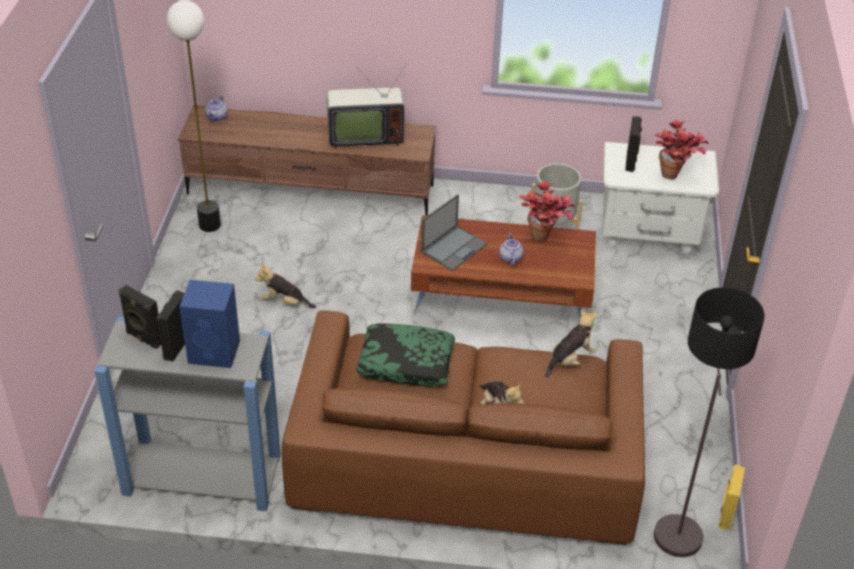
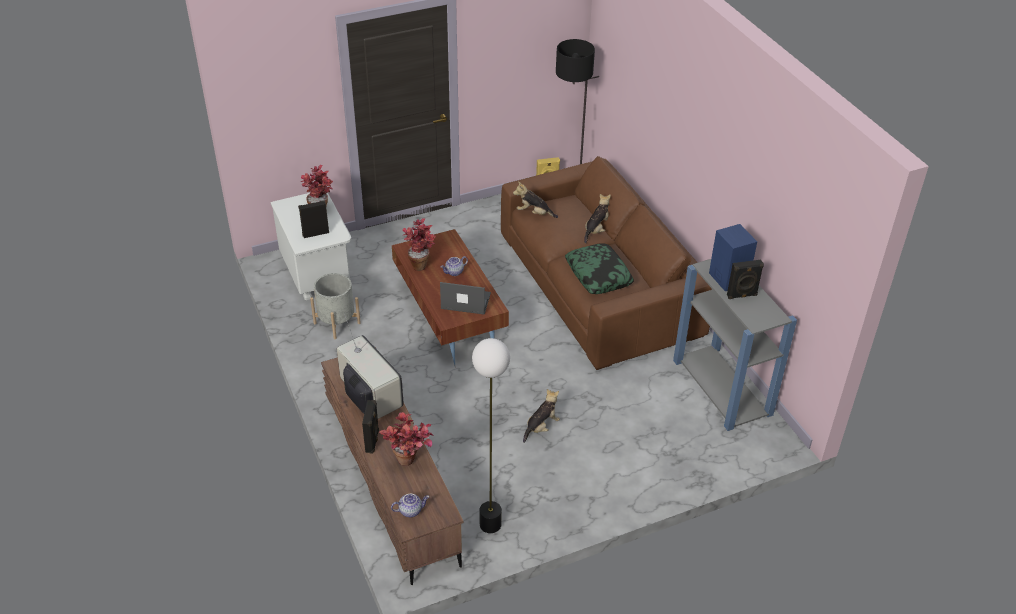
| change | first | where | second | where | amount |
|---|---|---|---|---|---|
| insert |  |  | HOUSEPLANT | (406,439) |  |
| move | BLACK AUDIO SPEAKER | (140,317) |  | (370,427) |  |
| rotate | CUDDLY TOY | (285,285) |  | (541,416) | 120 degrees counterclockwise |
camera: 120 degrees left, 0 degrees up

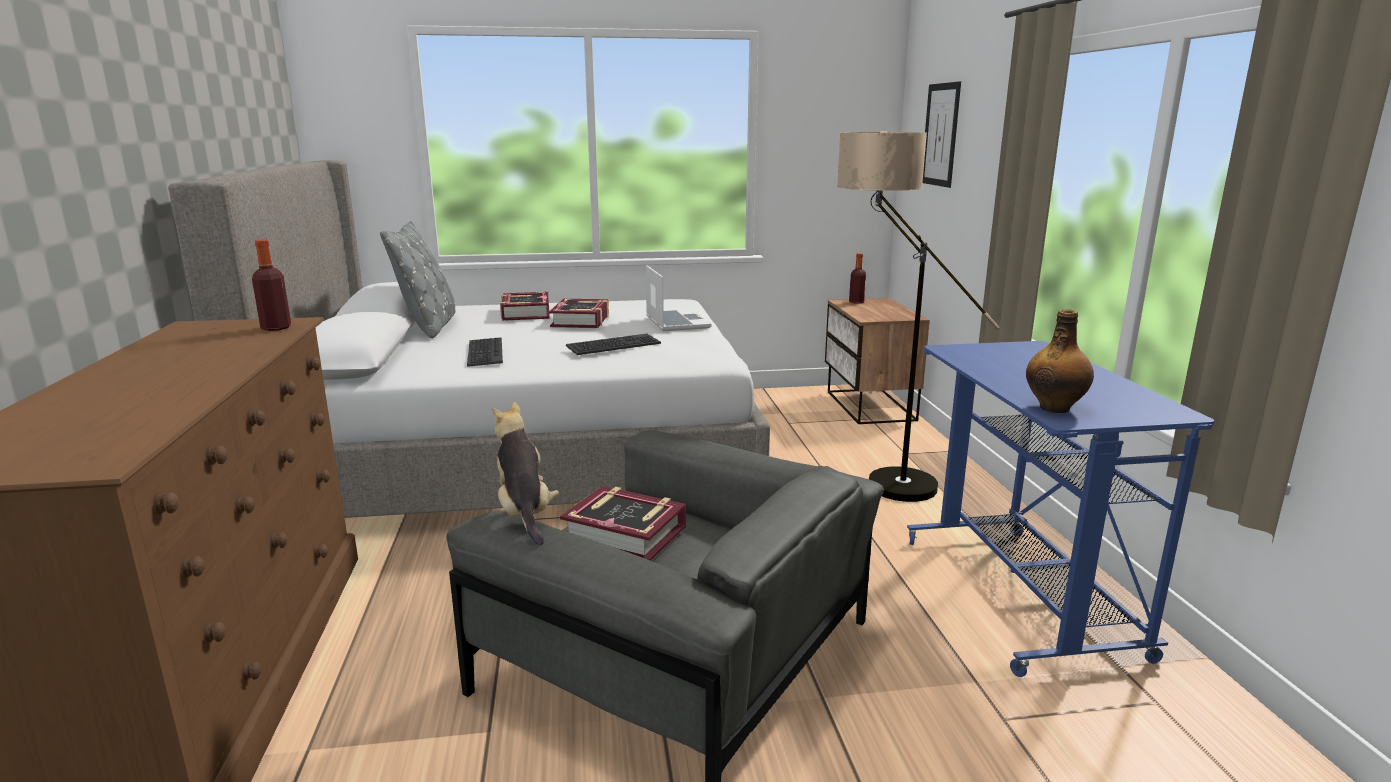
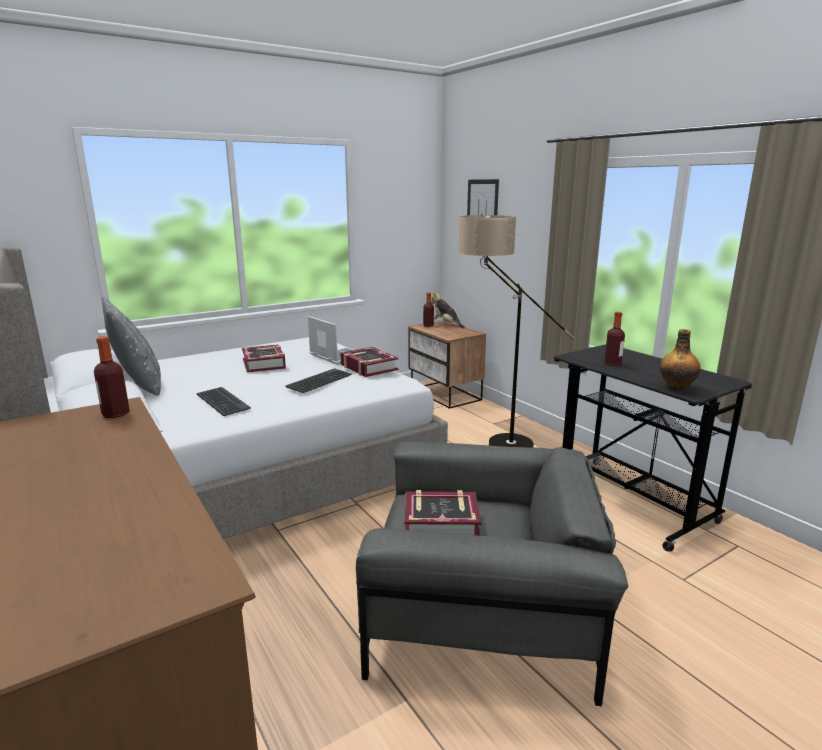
| change | first | where | second | where | amount |
|---|---|---|---|---|---|
| insert |  |  | DRINK BOTTLE | (614,339) |  |
| move | CUDDLY TOY | (525,473) |  | (448,310) |  |
| move | BOOK | (525,306) |  | (369,362) |  |
| recolor | BLUE-COLOURED DESK UNIT | (1060,509) | BLACK DESK UNIT | (653,448) |  |
camera: 25 degrees left, 0 degrees up

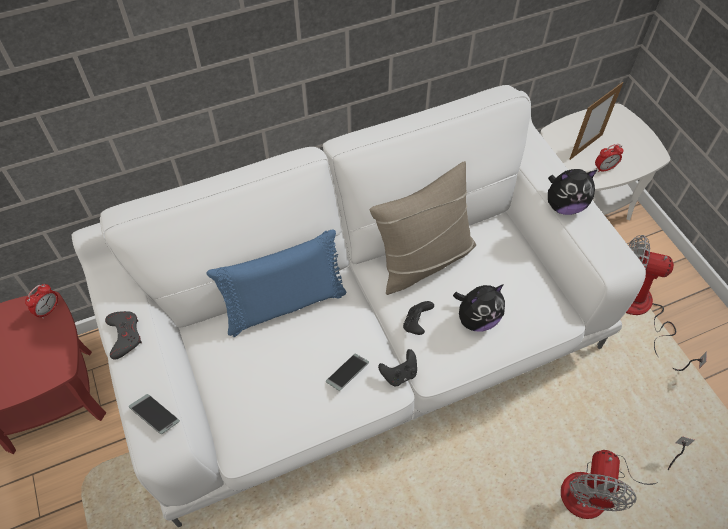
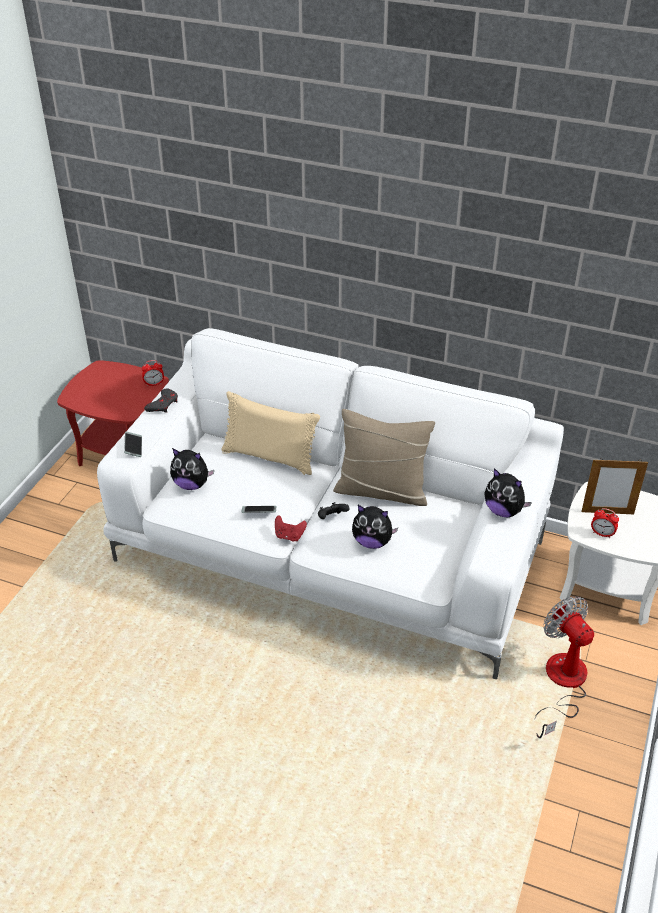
| change | first | where | second | where | amount |
|---|---|---|---|---|---|
| delete | ELECTRIC FAN | (628,477) |  |  |  |
| insert |  |  | CUDDLY TOY | (192,469) |  |
| recolor | BLUE-COLOURED PILLOW | (276,283) | SAND-COLOURED PILLOW | (270,433) |  |
| recolor | BLACK JOYPAD | (397,367) | REDDISH JOYPAD | (291,528) |  |
camera: 45 degrees right, 15 degrees down

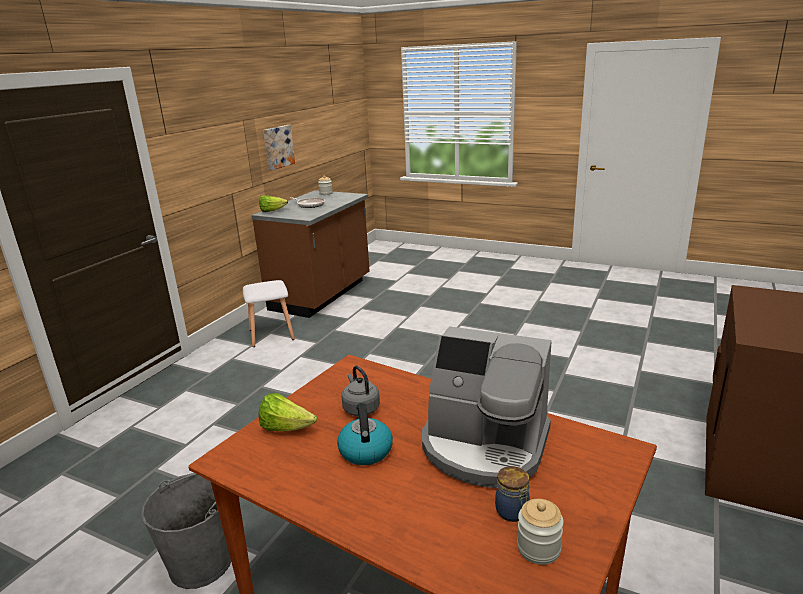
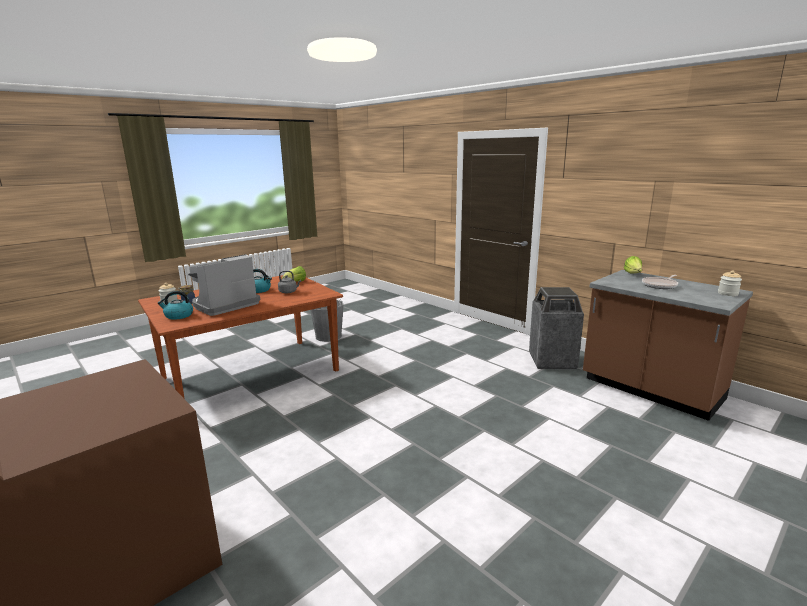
| change | first | where | second | where | amount |
|---|---|---|---|---|---|
| delete | WALL ART | (279,147) |  |  |  |
| insert |  |  | TEA KETTLE | (175,305) |  |
| replace | WHITE-COLOURED STOOL | (269,313) | TRASH CAN | (556,328) |  |
camera: 110 degrees right, 5 degrees down

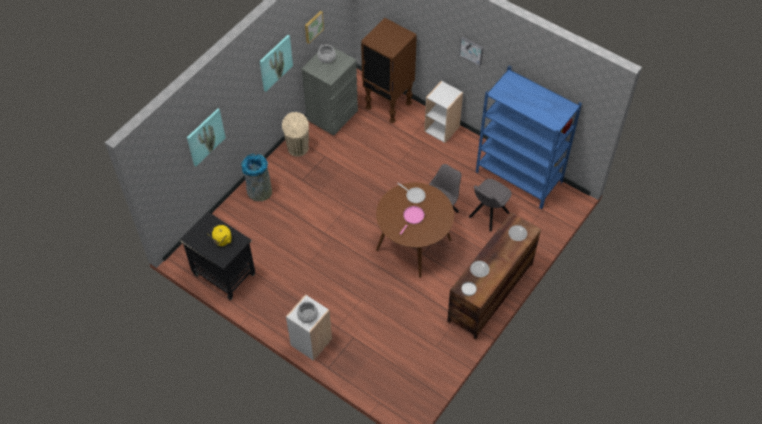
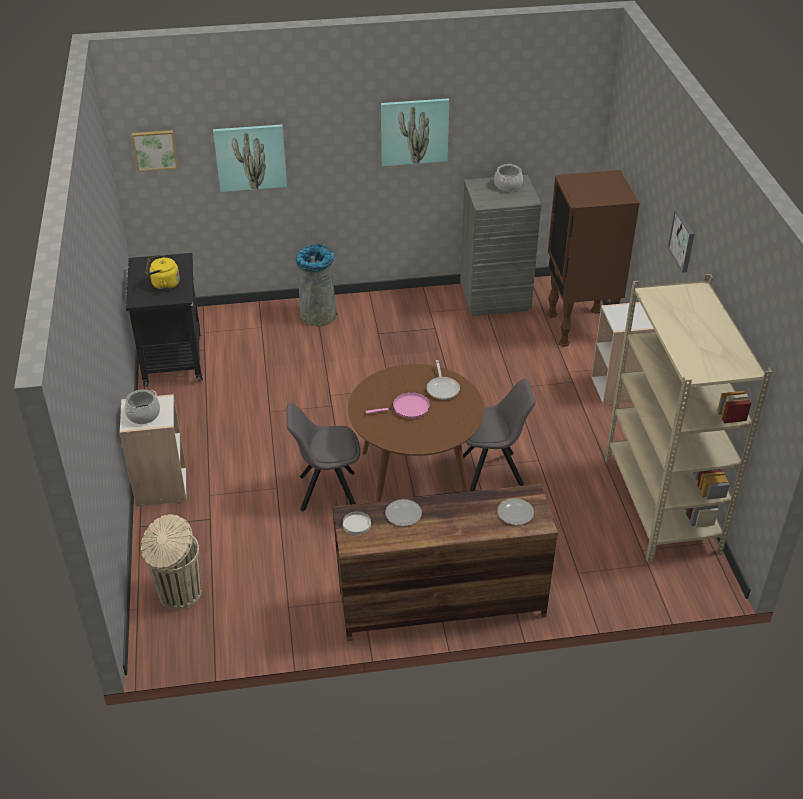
| change | first | where | second | where | amount |
|---|---|---|---|---|---|
| move | SAND-COLOURED TRASH CAN | (295,134) |  | (171,562) |  |
| move | WALL ART | (314,27) |  | (155,150) |  |
| move | GREY CHAIR | (490,205) |  | (323,457) |  |
| recolor | BLUE-COLOURED SHELVING UNIT | (529,137) | SAND-COLOURED SHELVING UNIT | (688,418) |  |
camera: 45 degrees right, 15 degrees down

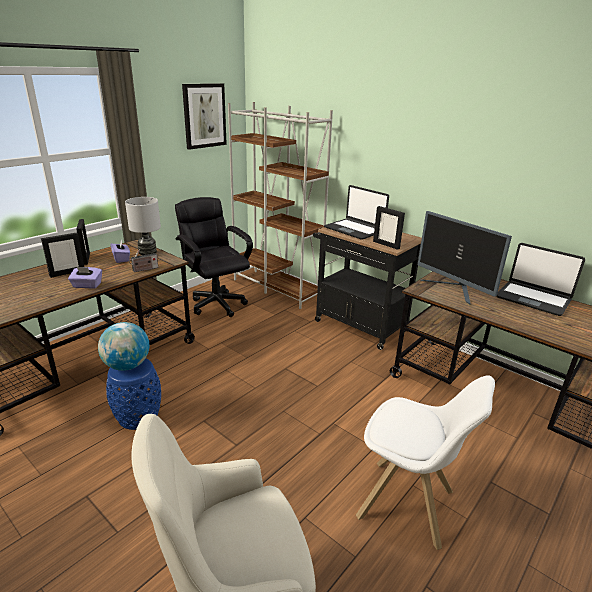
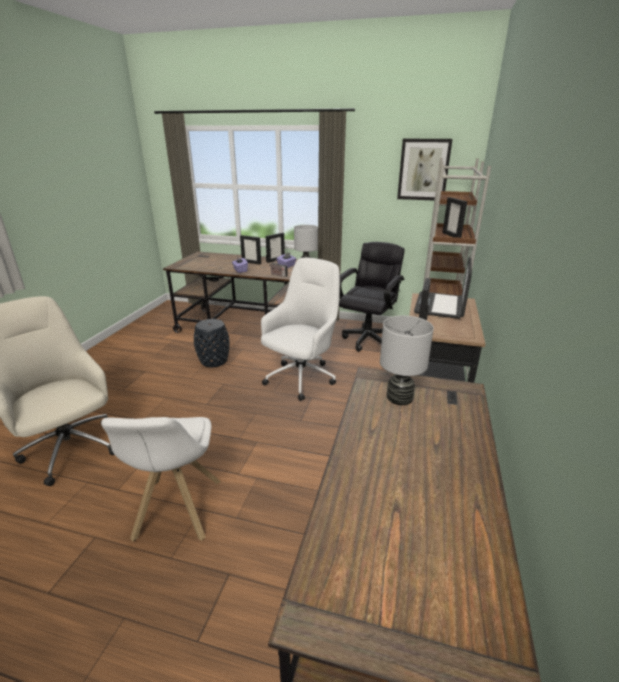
| change | first | where | second | where | amount |
|---|---|---|---|---|---|
| delete | GLOBE | (123,346) |  |  |  |
| delete | NOTEBOOK COMPUTER | (540,279) |  |  |  |
| insert |  |  | WHITE-COLOURED DESK CHAIR | (300,329) |  |
| insert |  |  | PHOTO FRAME | (455,217) |  |
| replace | MONITOR | (465,258) | GREY LAMP FOR A TABLE | (407,360) |  |
| recolor | BLUE-COLOURED STOOL | (133,394) | BLACK STOOL | (212,343) |  |
camera: 65 degrees right, 0 degrees up

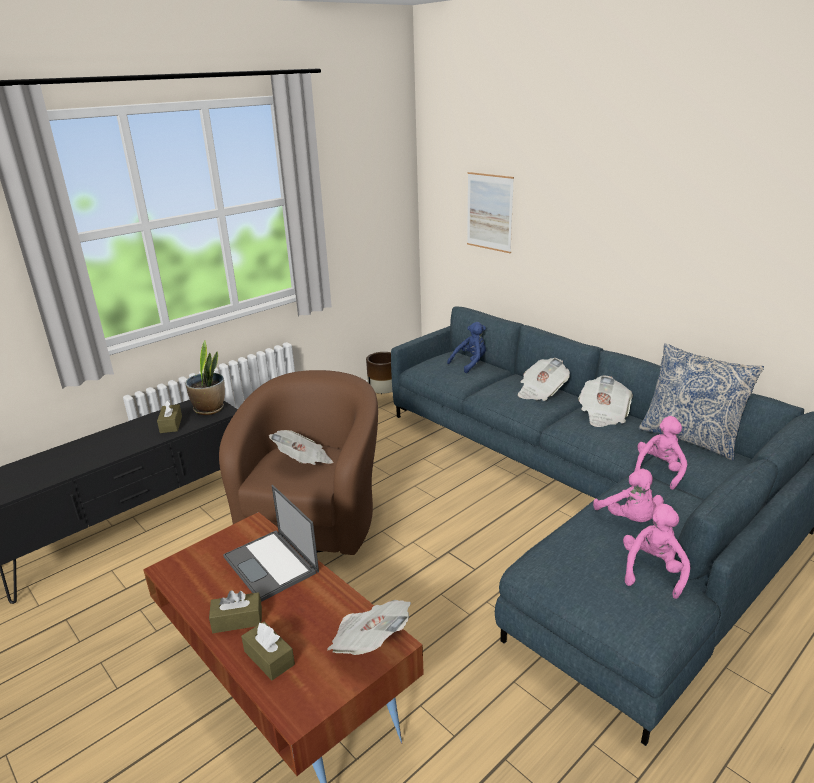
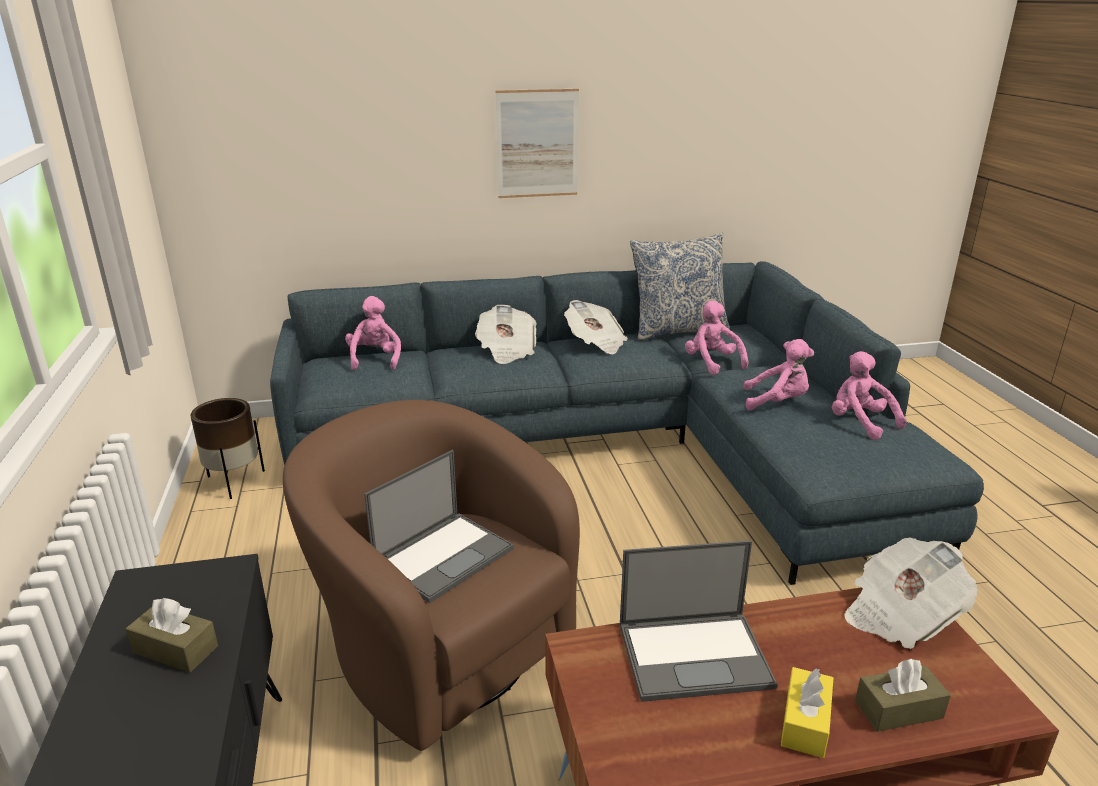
| change | first | where | second | where | amount |
|---|---|---|---|---|---|
| delete | HOUSEPLANT | (205,378) |  |  |  |
| move | WALL ART | (490,212) |  | (537,143) |  |
| replace | PRINTED PAPER | (301,447) | NOTEBOOK COMPUTER | (439,526) |  |
| recolor | BROWN-COLOURED TISSUE HOLDER | (235,611) | YELLOW TISSUE HOLDER | (807,712) |  |
| recolor | BLUE-COLOURED CUDDLY TOY | (466,347) | PINK CUDDLY TOY | (373,333) |  |
camera: 60 degrees left, 0 degrees up

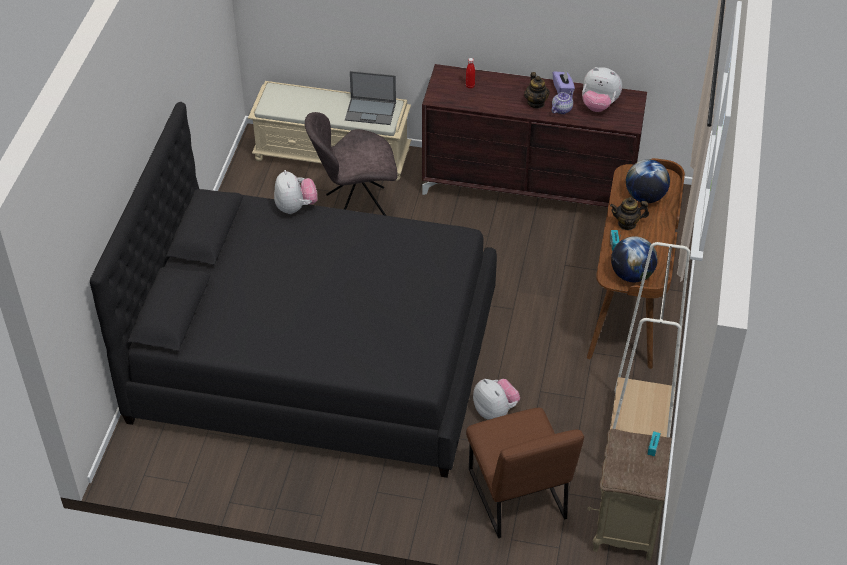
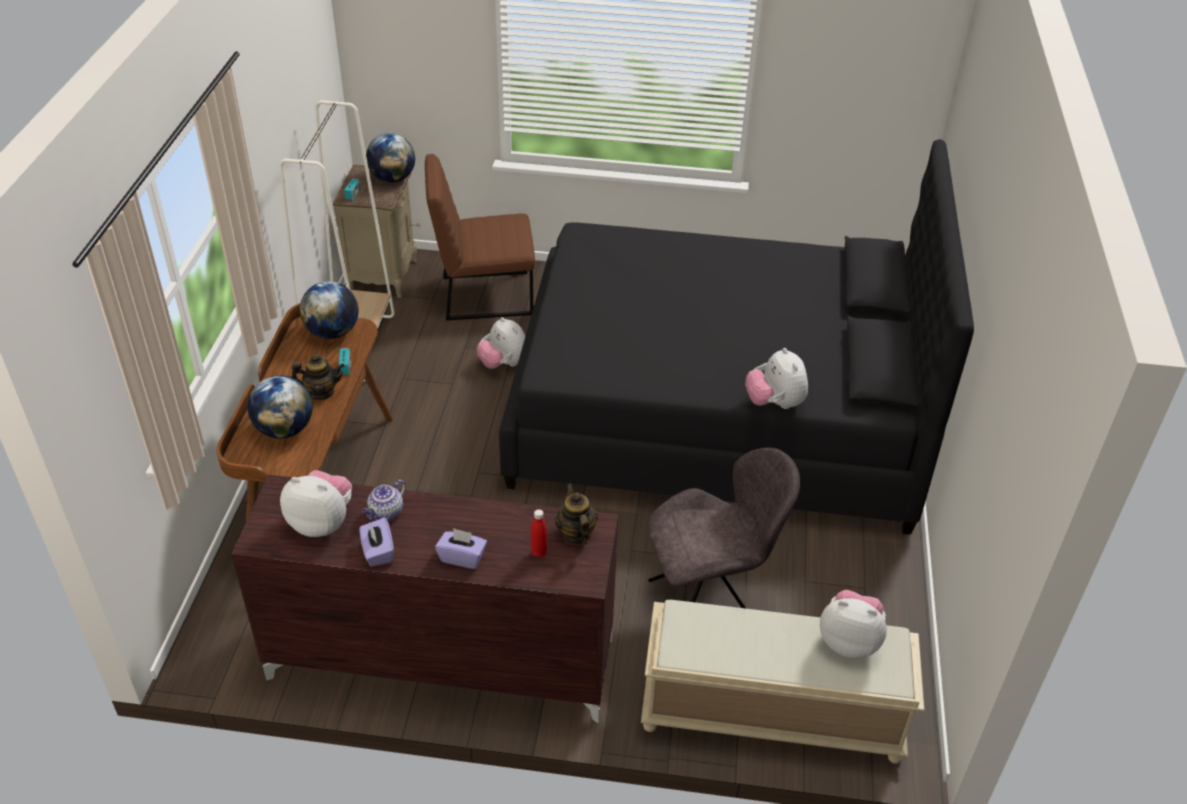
| change | first | where | second | where | amount |
|---|---|---|---|---|---|
| delete | NOTEBOOK COMPUTER | (370,98) |  |  |  |
| insert |  |  | GLOBE | (390,158) |  |
| insert |  |  | PURPLISH TISSUE HOLDER | (461,548) |  |
| insert |  |  | CUDDLY TOY | (853,624) |  |
| move | TEA POT | (537,90) |  | (576,514) |  |
| rotate | BROWN-COLOURED CHAIR | (525,473) |  | (480,237) | 75 degrees counterclockwise |
camera: 175 degrees right, 5 degrees down

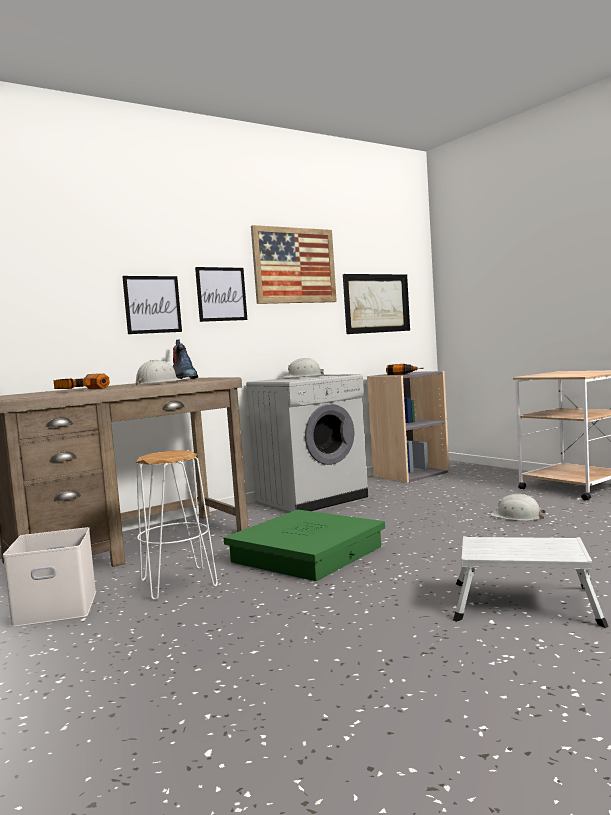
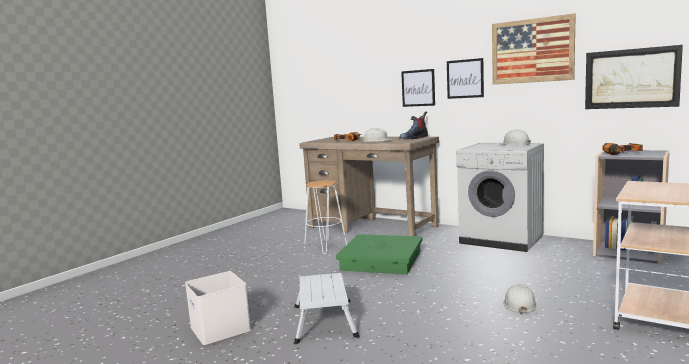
| change | first | where | second | where | amount |
|---|---|---|---|---|---|
| move | WHITE-COLOURED STORAGE CONTAINER | (49,577) |  | (218,308) |  |
camera: 70 degrees right, 5 degrees up

